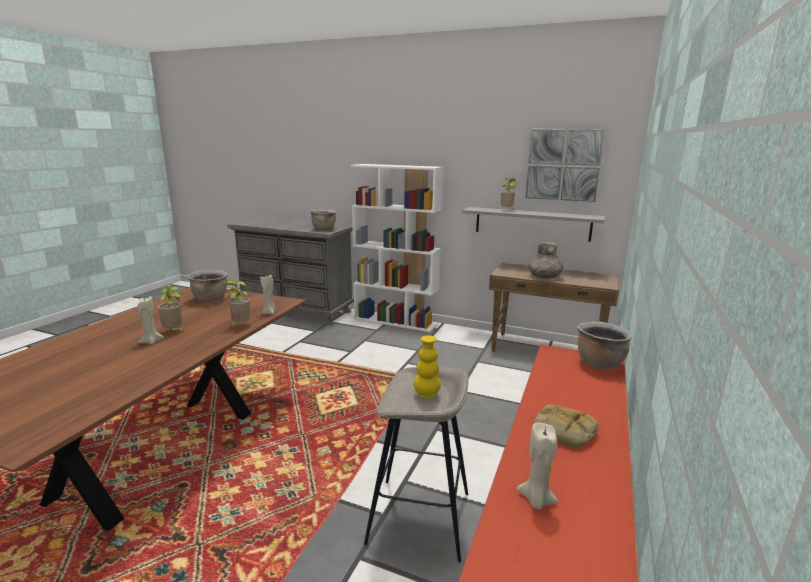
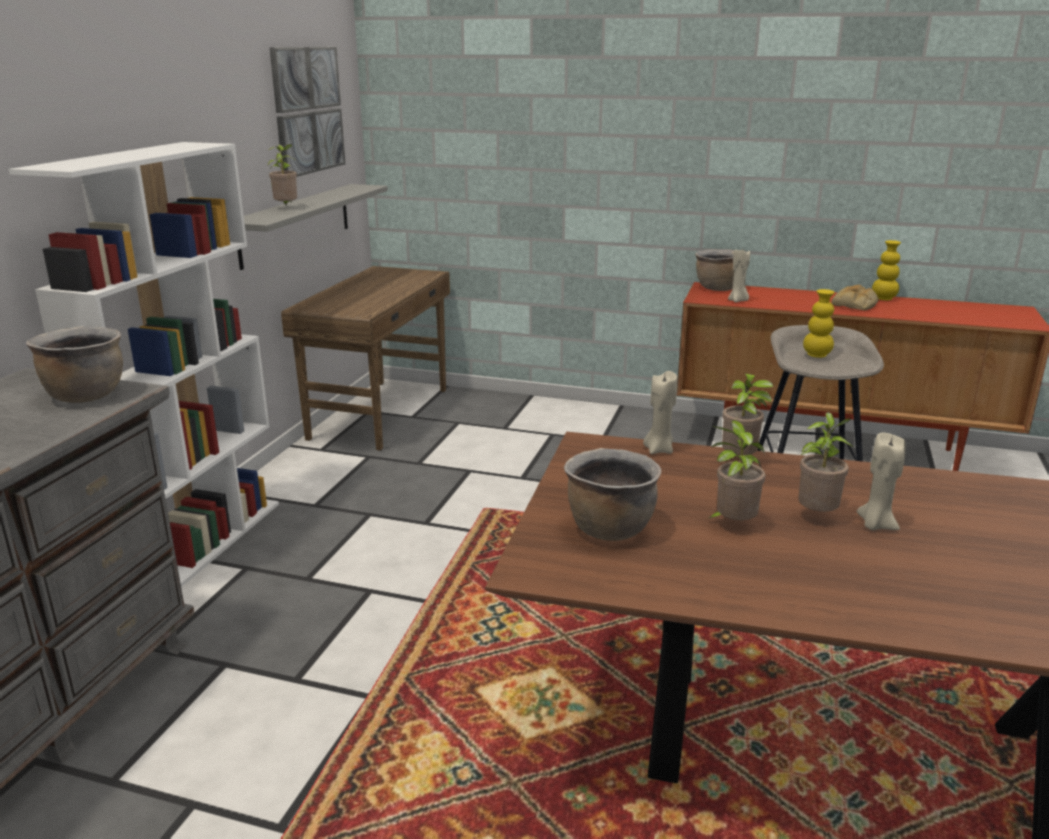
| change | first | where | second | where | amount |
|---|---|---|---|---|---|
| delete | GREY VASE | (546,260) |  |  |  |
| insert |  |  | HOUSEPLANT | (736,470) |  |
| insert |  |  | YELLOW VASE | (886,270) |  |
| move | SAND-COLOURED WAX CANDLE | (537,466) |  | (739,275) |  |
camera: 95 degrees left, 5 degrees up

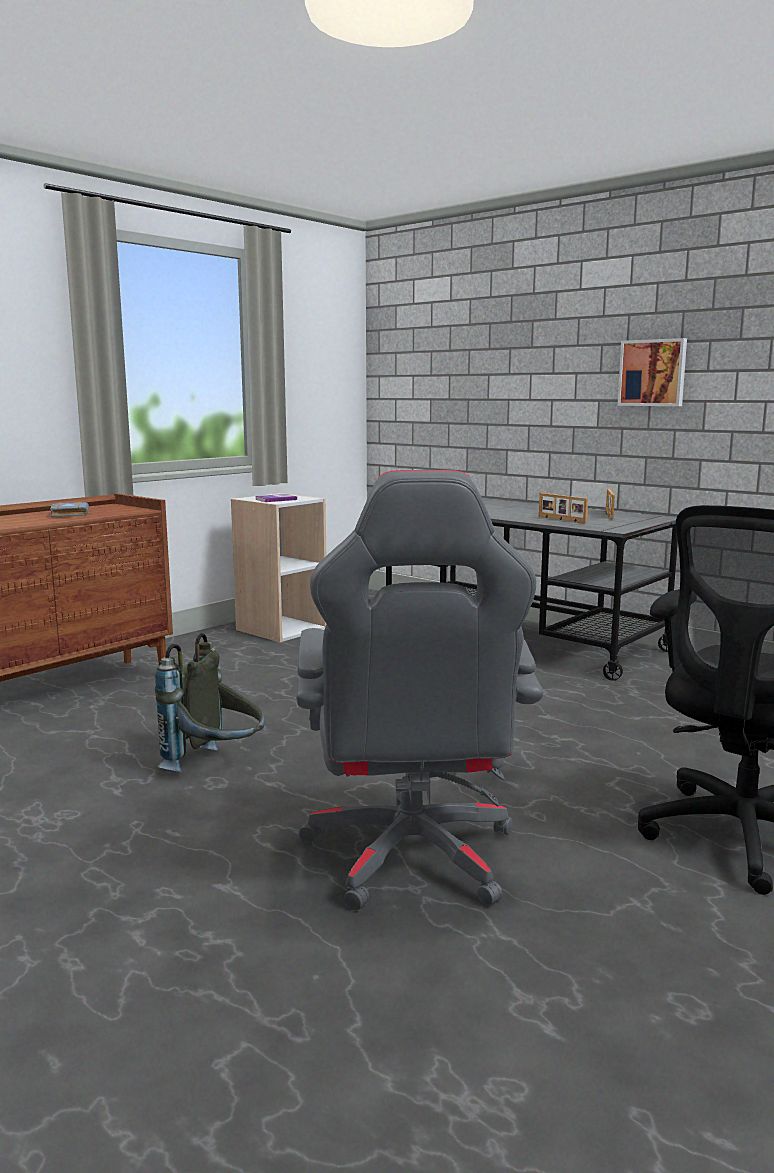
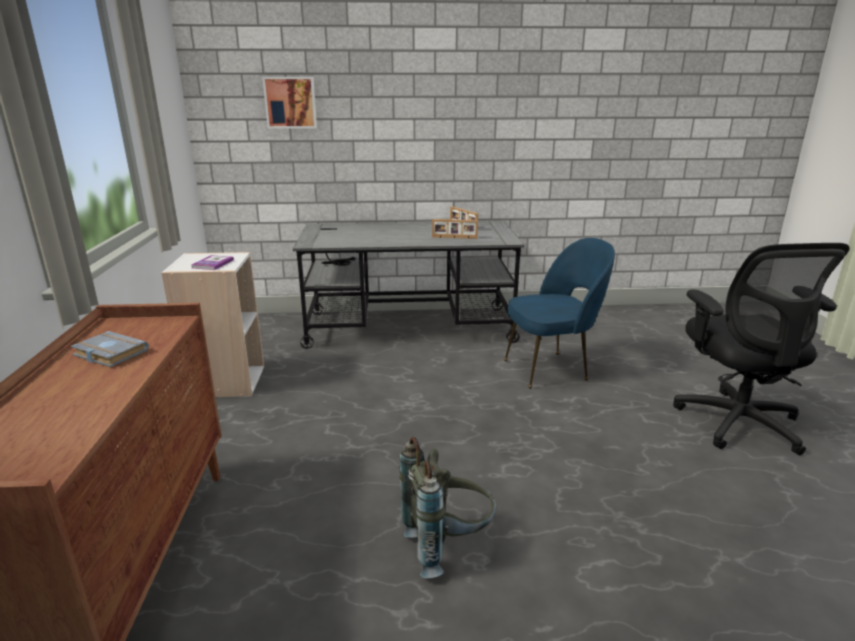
| change | first | where | second | where | amount |
|---|---|---|---|---|---|
| delete | GREY DESK CHAIR | (419,690) |  |  |  |
| insert |  |  | BLUE-COLOURED CHAIR | (559,313) |  |
| move | WALL ART | (652,372) |  | (289,103) |  |
camera: 45 degrees left, 10 degrees up

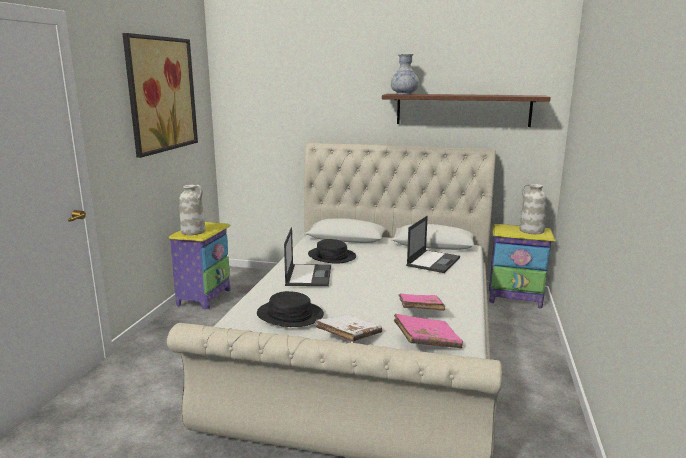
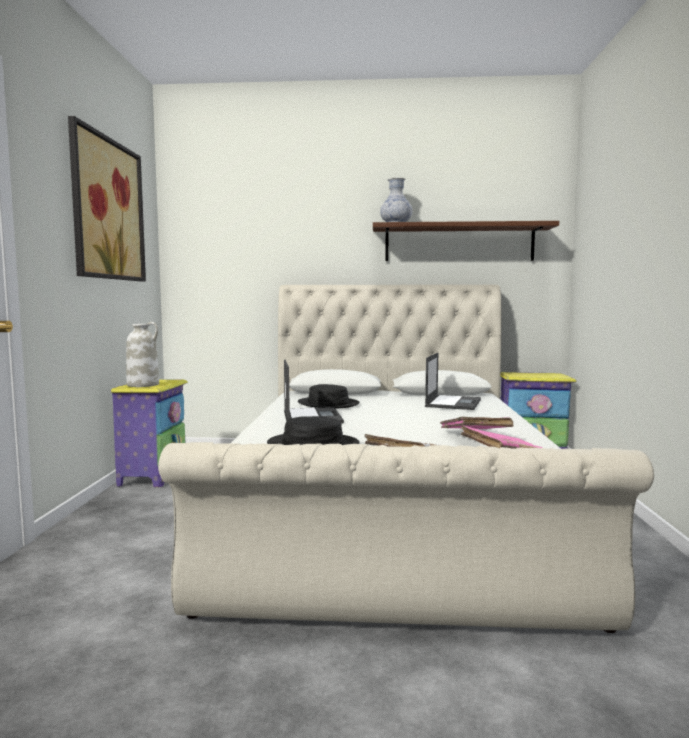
| change | first | where | second | where | amount |
|---|---|---|---|---|---|
| delete | WHITE-COLOURED VASE | (533,208) |  |  |  |
camera: 10 degrees left, 10 degrees down

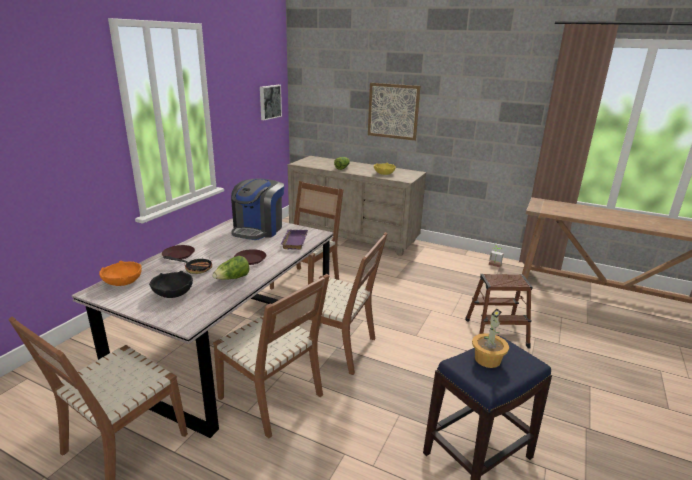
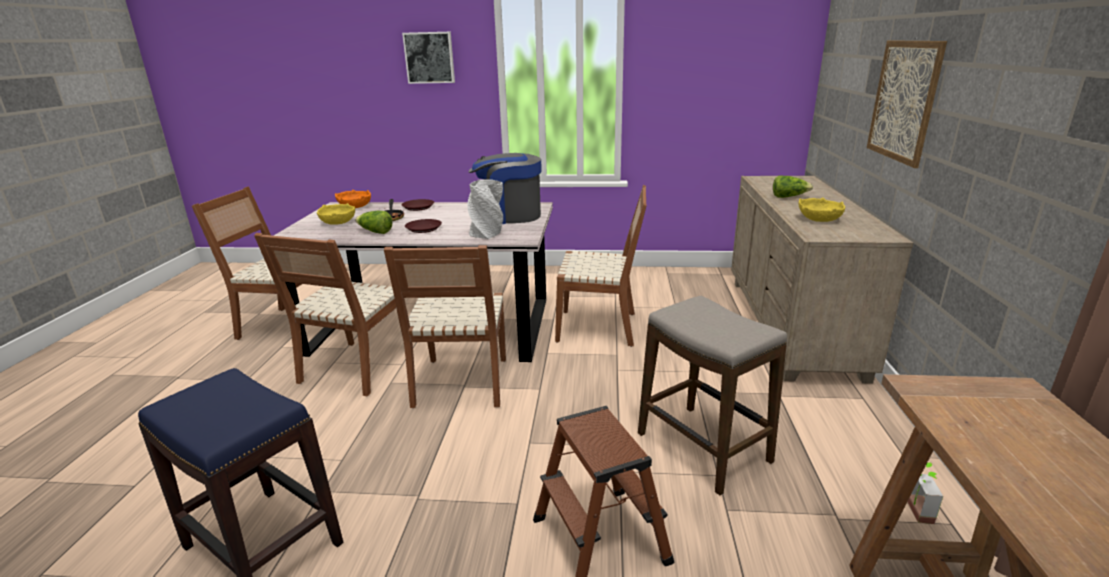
| change | first | where | second | where | amount |
|---|---|---|---|---|---|
| delete | HOUSEPLANT | (490,338) |  |  |  |
| insert |  |  | STOOL | (712,395) |  |
| move | WALL ART | (271,102) |  | (428,58) |  |
| replace | PURPLISH TRAY | (294,240) | GREY VASE | (485,209) |  |
| recolor | BLACK BOWL | (171,284) | YELLOW BOWL | (336,214) |  |
camera: 70 degrees right, 0 degrees up

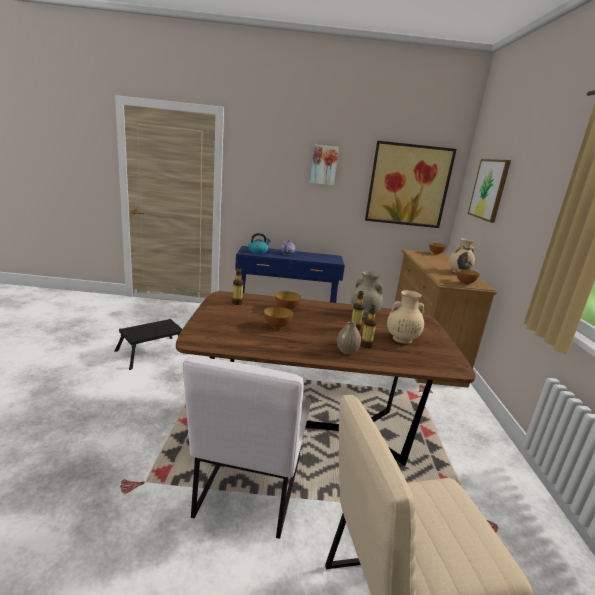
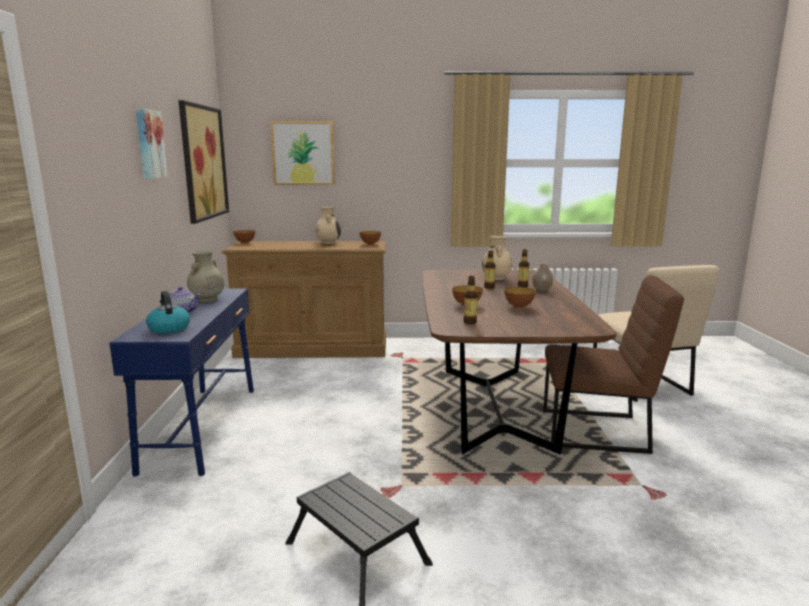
| change | first | where | second | where | amount |
|---|---|---|---|---|---|
| move | SAND-COLOURED VASE | (367,294) |  | (205,276) |  |
| recolor | WHITE-COLOURED CHAIR | (247,447) | BROWN-COLOURED CHAIR | (613,364) |  |
camera: 90 degrees left, 5 degrees down

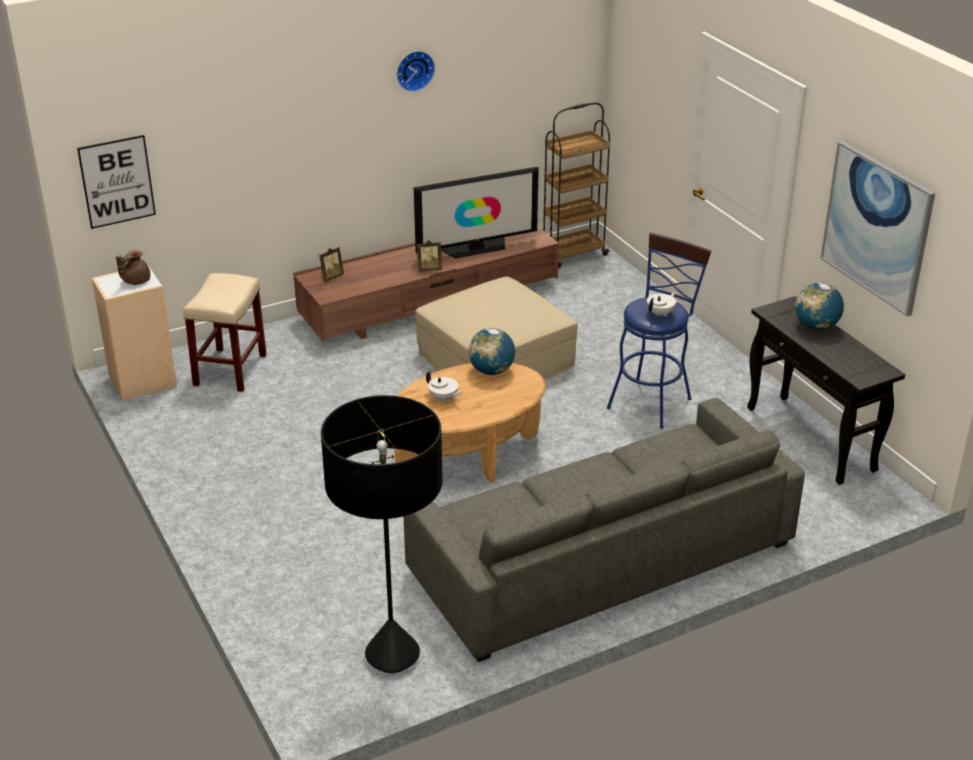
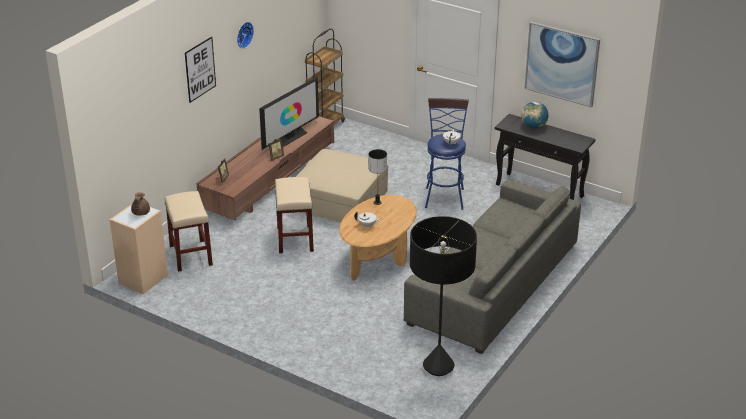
| change | first | where | second | where | amount |
|---|---|---|---|---|---|
| insert |  |  | SAND-COLOURED STOOL | (294,215) |  |
| move | WALL ART | (116,182) |  | (200,70) |  |
| replace | GLOBE | (491,351) | LAMP FOR A TABLE | (377,177) |  |
camera: 30 degrees left, 0 degrees up

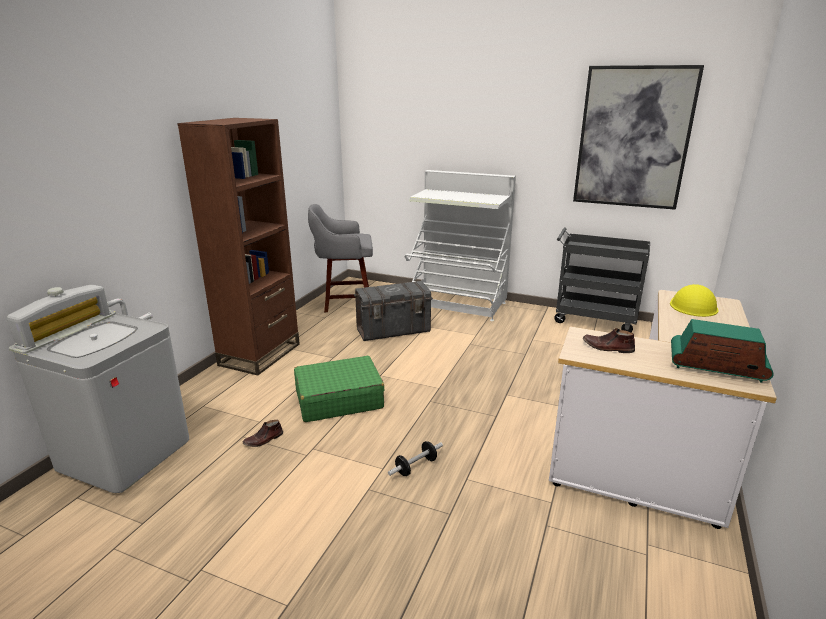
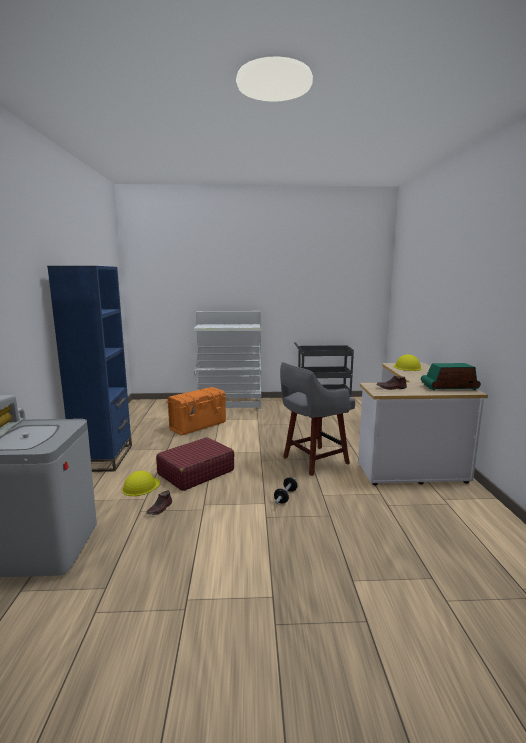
| change | first | where | second | where | amount |
|---|---|---|---|---|---|
| delete | WALL ART | (638,137) |  |  |  |
| insert |  |  | YELLOW HARD HAT | (141,483) |  |
| move | GREY STOOL | (340,258) |  | (317,419) |  |
| recolor | BROWN-COLOURED SHELVING UNIT | (238,246) | BLUE-COLOURED SHELVING UNIT | (89,369) |  |
| recolor | GREEN SUITCASE | (339,389) | REDDISH SUITCASE | (195,464) |  |
| recolor | GREY STORAGE CONTAINER | (393,311) | ORANGE-COLOURED STORAGE CONTAINER | (196,411) |  |
camera: 25 degrees left, 10 degrees down

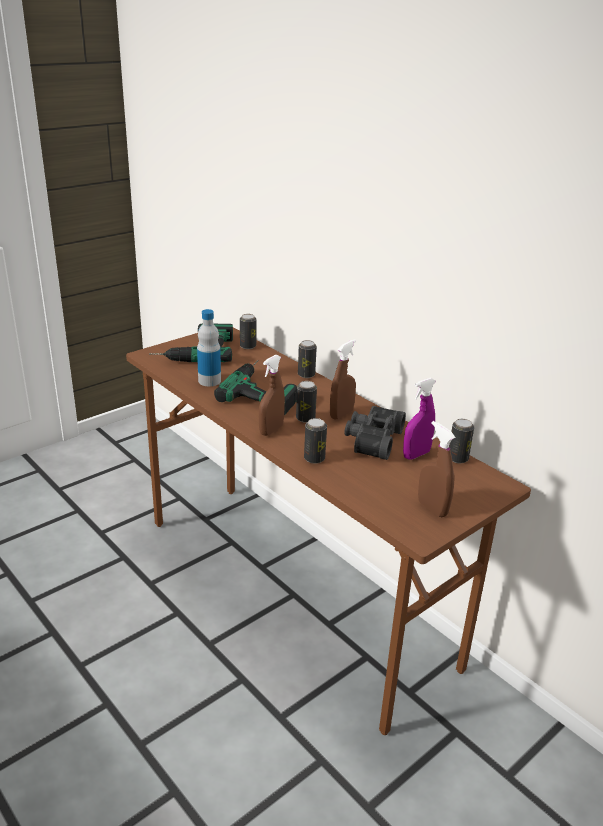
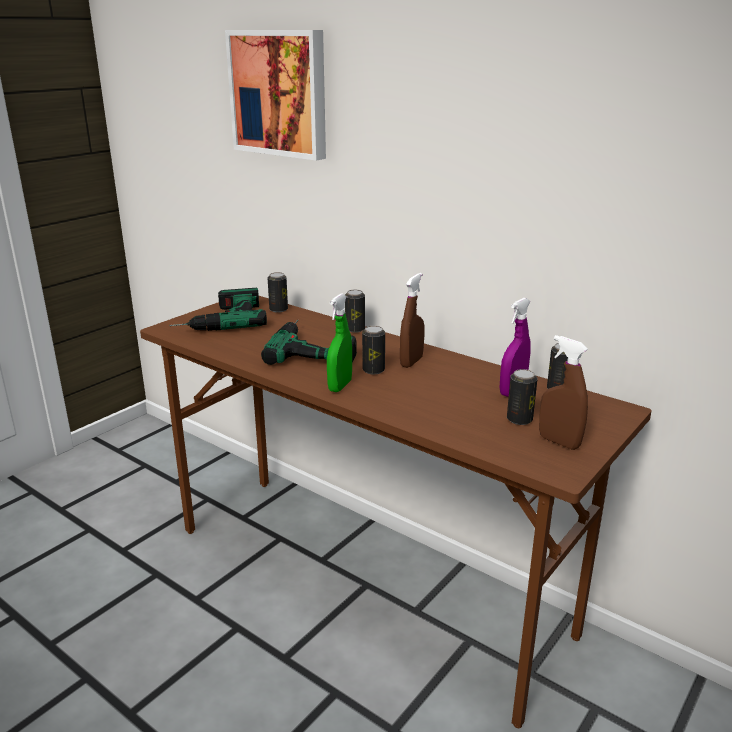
| change | first | where | second | where | amount |
|---|---|---|---|---|---|
| delete | DRINK BOTTLE | (209,347) |  |  |  |
| delete | BLACK PAIR OF BINOCULARS | (375,433) |  |  |  |
| insert |  |  | WALL ART | (275,95) |  |
| move | SEALED CAN | (315,441) |  | (522,397) |  |
| recolor | BROWN-COLOURED HAND SPRAYER | (272,395) | GREEN HAND SPRAYER | (339,342) |  |
camera: 10 degrees left, 5 degrees down

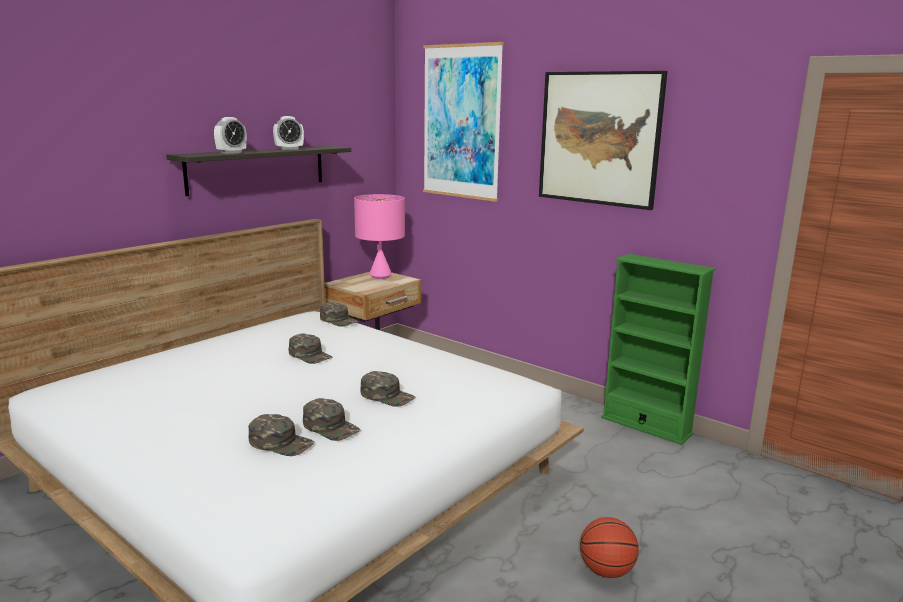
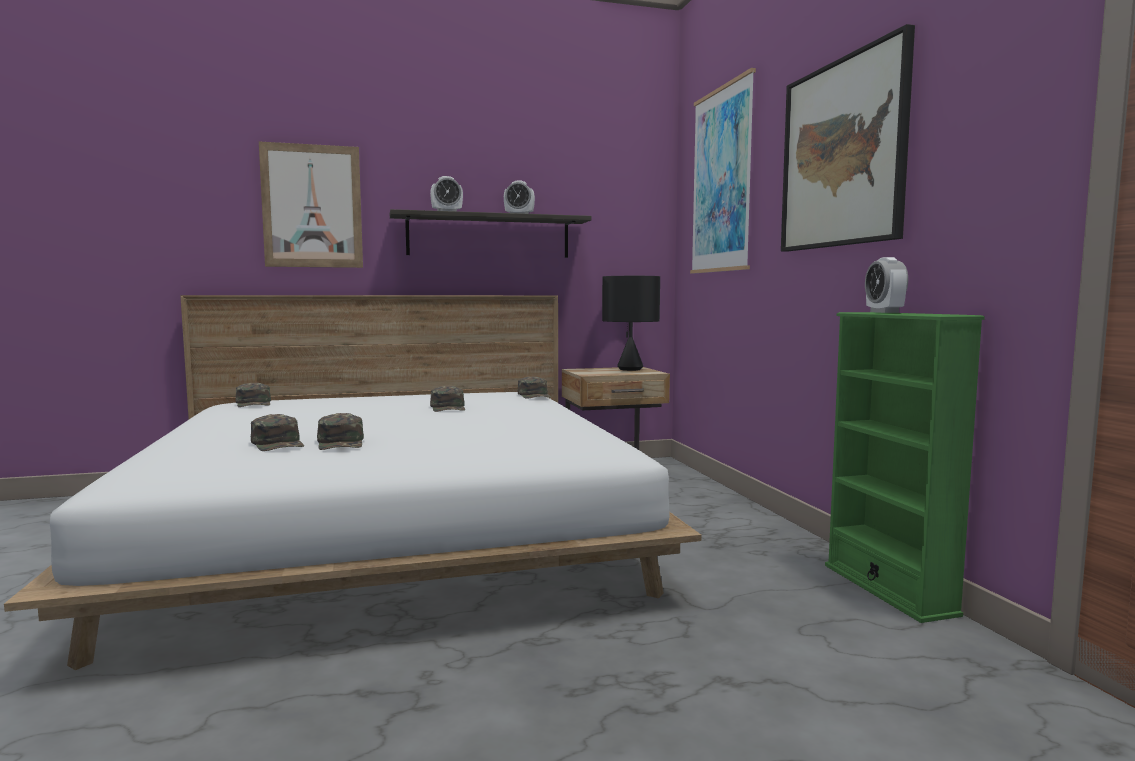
| change | first | where | second | where | amount |
|---|---|---|---|---|---|
| delete | BASKETBALL BALL | (609,547) |  |  |  |
| insert |  |  | WALL ART | (311,204) |  |
| insert |  |  | BEDSIDE CLOCK | (886,285) |  |
| move | GREEN BASEBALL CAP | (387,389) |  | (253,395) |  |
| recolor | PINK LAMP FOR A TABLE | (379,236) | BLACK LAMP FOR A TABLE | (631,323) |  |
camera: 35 degrees right, 10 degrees down

